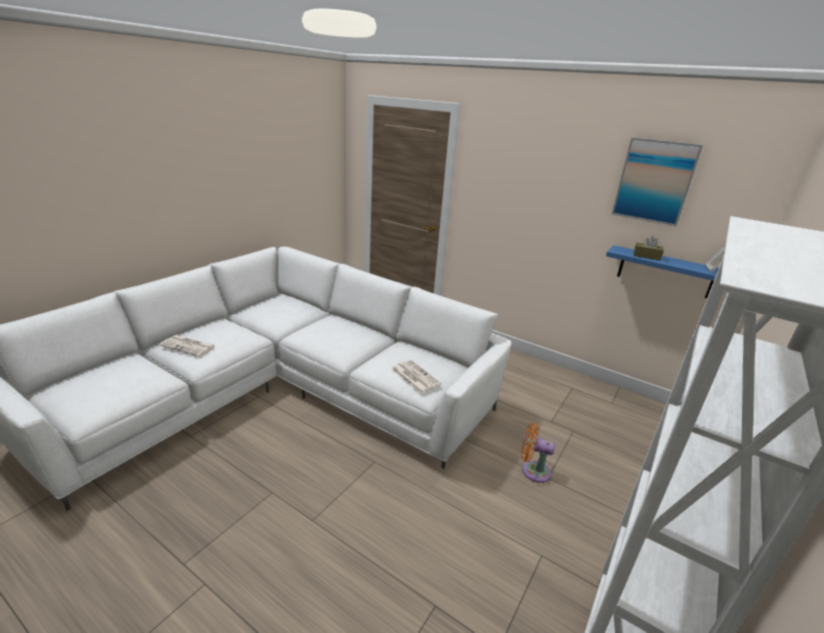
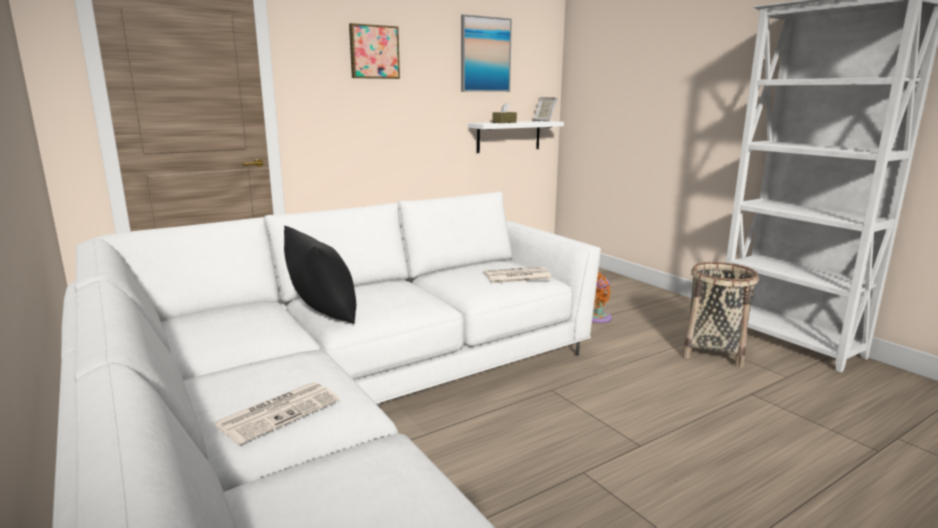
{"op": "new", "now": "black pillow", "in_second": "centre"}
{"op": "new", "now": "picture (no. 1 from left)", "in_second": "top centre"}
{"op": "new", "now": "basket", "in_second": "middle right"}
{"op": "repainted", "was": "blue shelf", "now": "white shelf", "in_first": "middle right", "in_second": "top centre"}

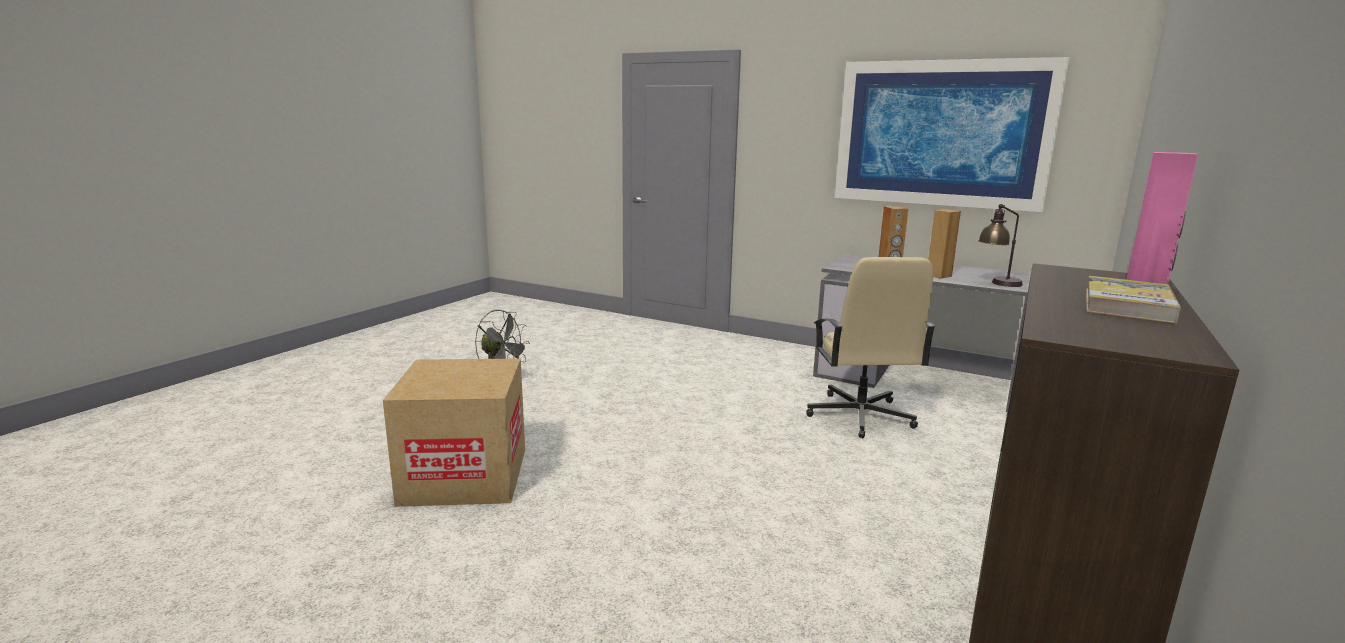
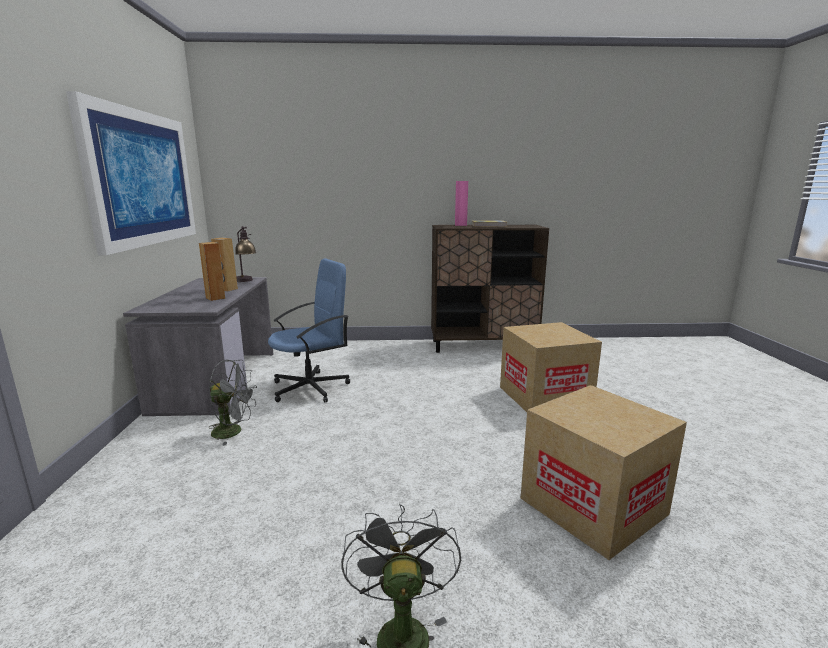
{"op": "new", "now": "grey fan (no. 1 from left)", "in_second": "middle left"}
{"op": "new", "now": "cardboard box (no. 1 from left)", "in_second": "centre"}
{"op": "repainted", "was": "beige office chair", "now": "blue office chair", "in_first": "centre", "in_second": "centre"}

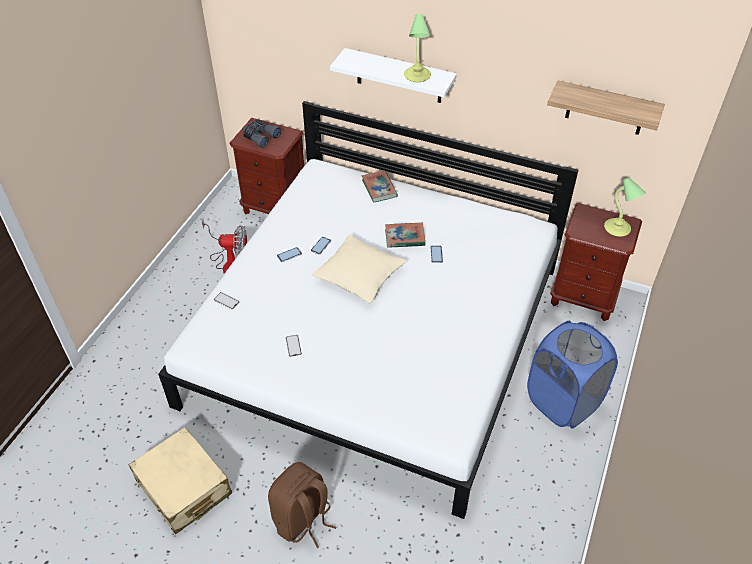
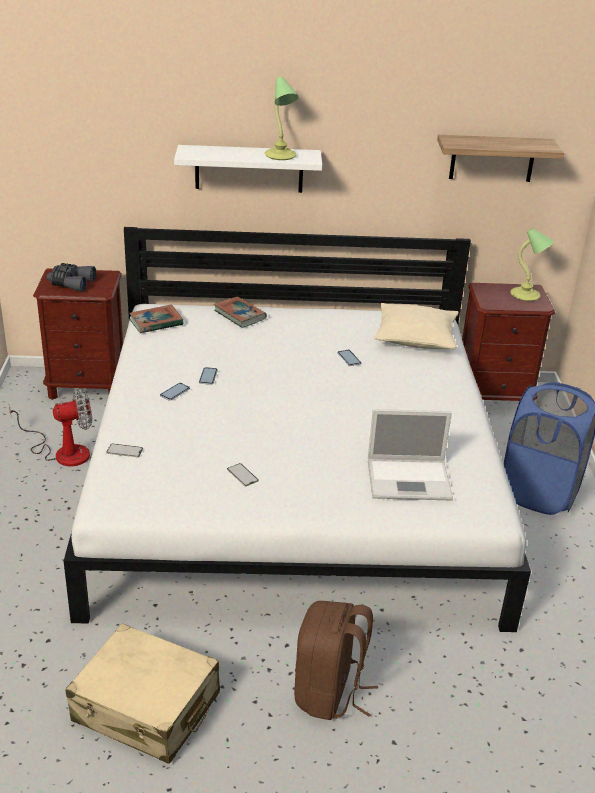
{"op": "new", "now": "laptop", "in_second": "middle right"}
{"op": "shifted", "was": "beige pillow", "in_first": "centre", "in_second": "middle right"}
{"op": "shifted", "was": "book (no. 2 from left in the first image)", "now": "book (no. 1 from left)", "in_first": "centre", "in_second": "middle left"}

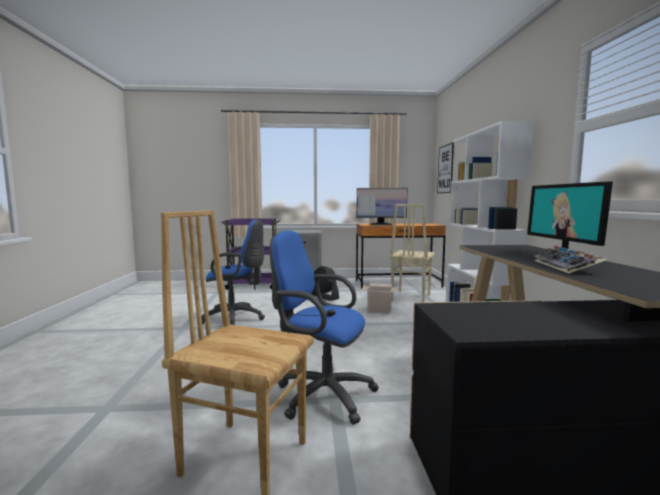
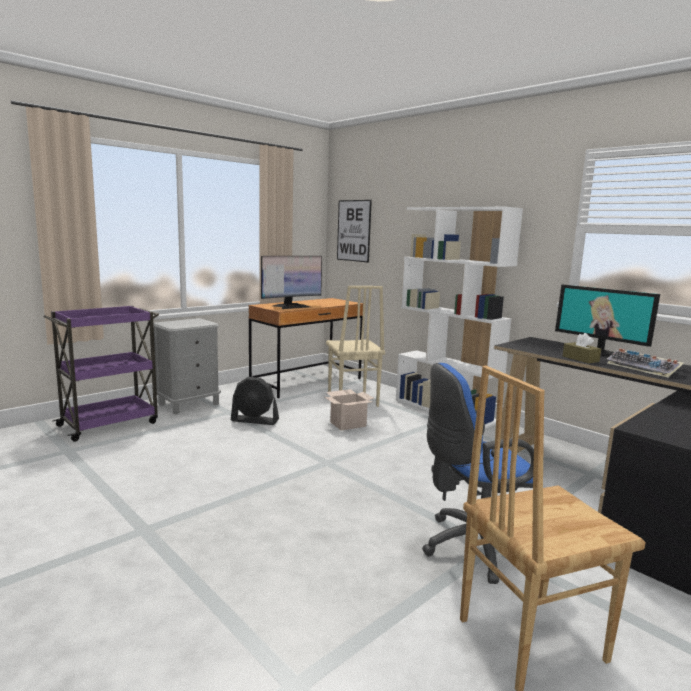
{"op": "gone", "was": "blue office chair (no. 1 from left)", "in_first": "centre"}
{"op": "new", "now": "brown tissue box", "in_second": "middle right"}

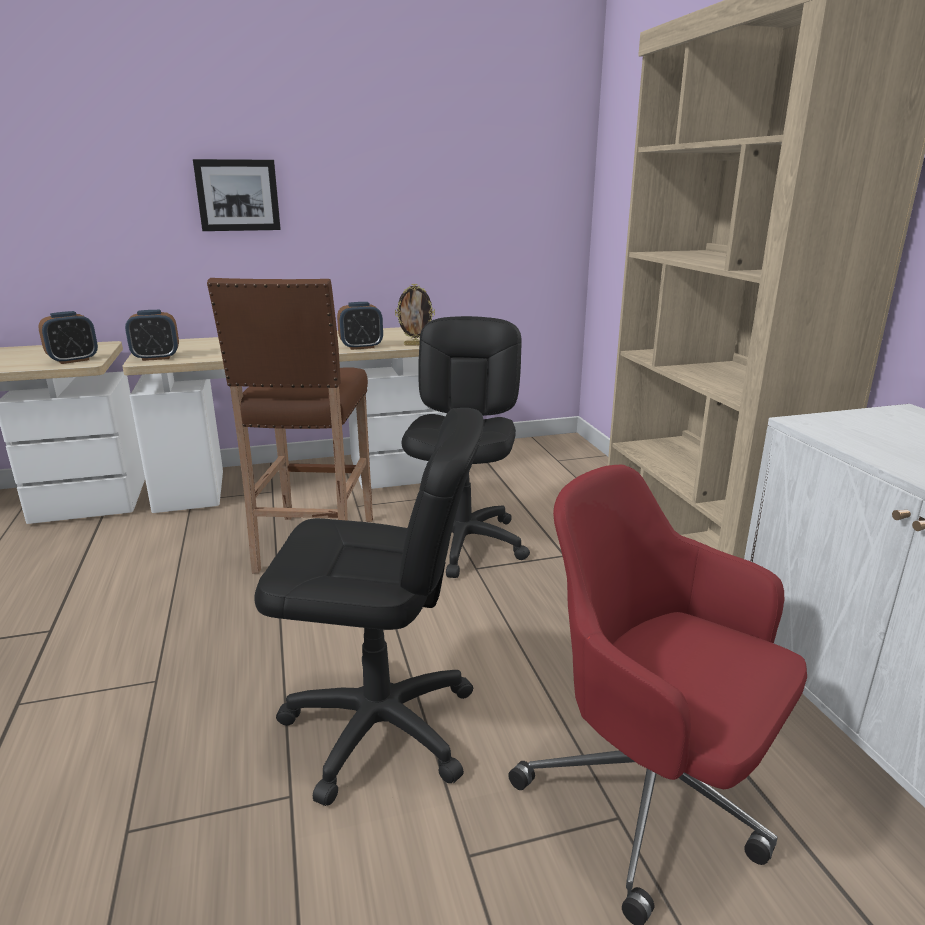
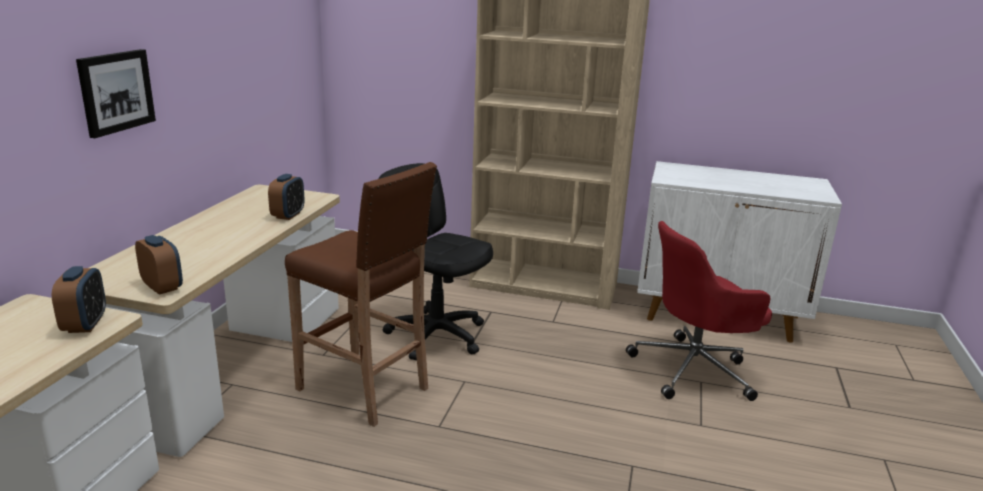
{"op": "gone", "was": "black office chair (no. 1 from left)", "in_first": "centre"}
{"op": "gone", "was": "picture frame", "in_first": "centre"}
{"op": "rotated", "was": "alarm clock (no. 2 from left)", "in_first": "middle left", "in_second": "middle left", "clockwise": -60}

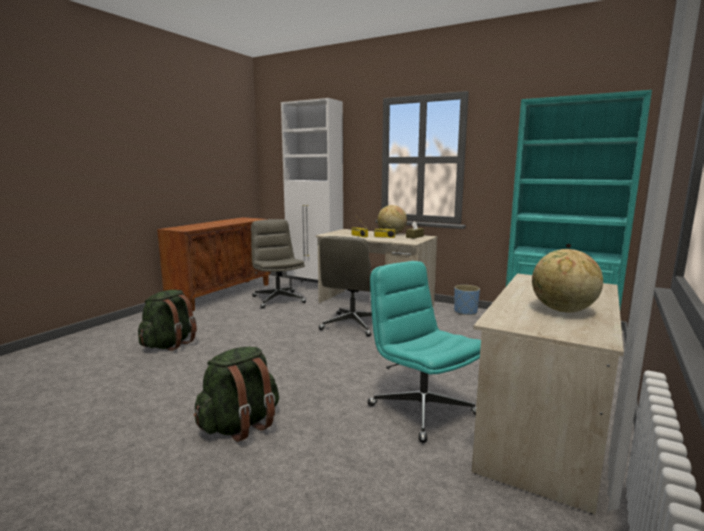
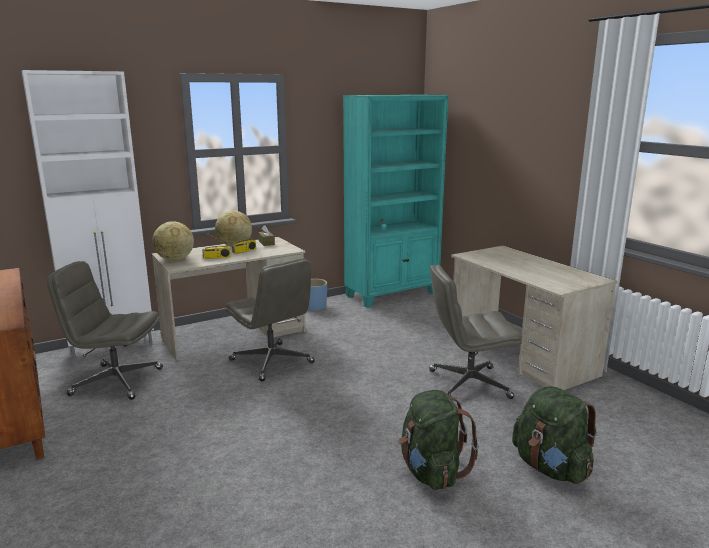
{"op": "shifted", "was": "green backpack (no. 1 from left in the first image)", "now": "green backpack (no. 2 from left)", "in_first": "middle left", "in_second": "bottom right"}
{"op": "shifted", "was": "globe (no. 2 from left in the first image)", "now": "globe (no. 1 from left)", "in_first": "middle right", "in_second": "middle left"}
{"op": "repainted", "was": "turquoise office chair", "now": "grey office chair (no. 3 from left)", "in_first": "centre", "in_second": "middle right"}

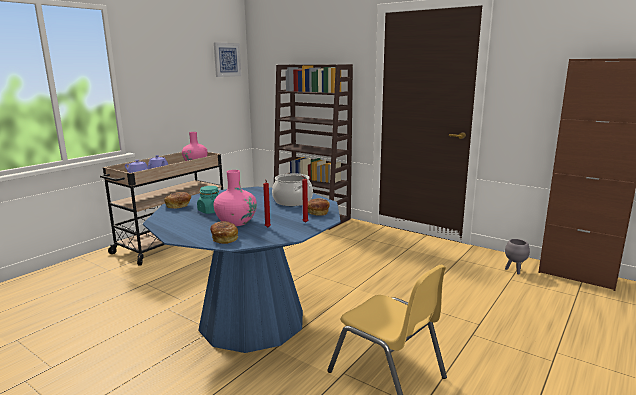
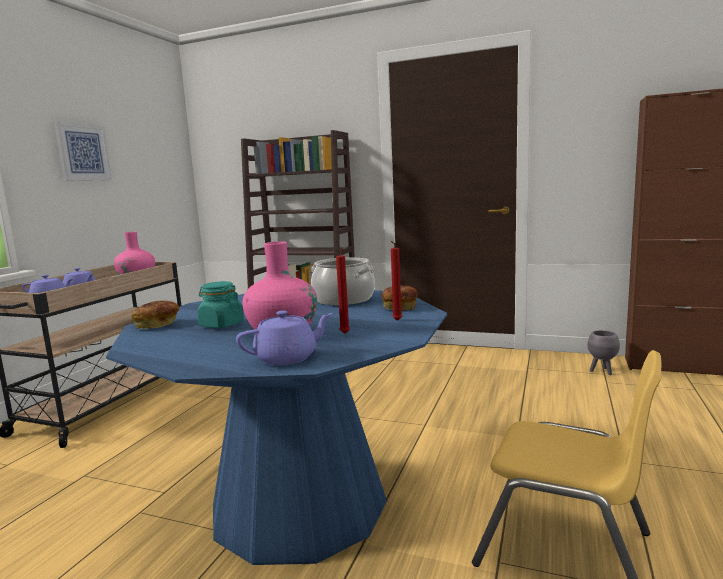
{"op": "shifted", "was": "picture", "in_first": "top centre", "in_second": "top left"}
{"op": "swapped", "was": "bread (no. 2 from left)", "now": "purple teapot (no. 3 from left)", "in_first": "centre", "in_second": "centre"}

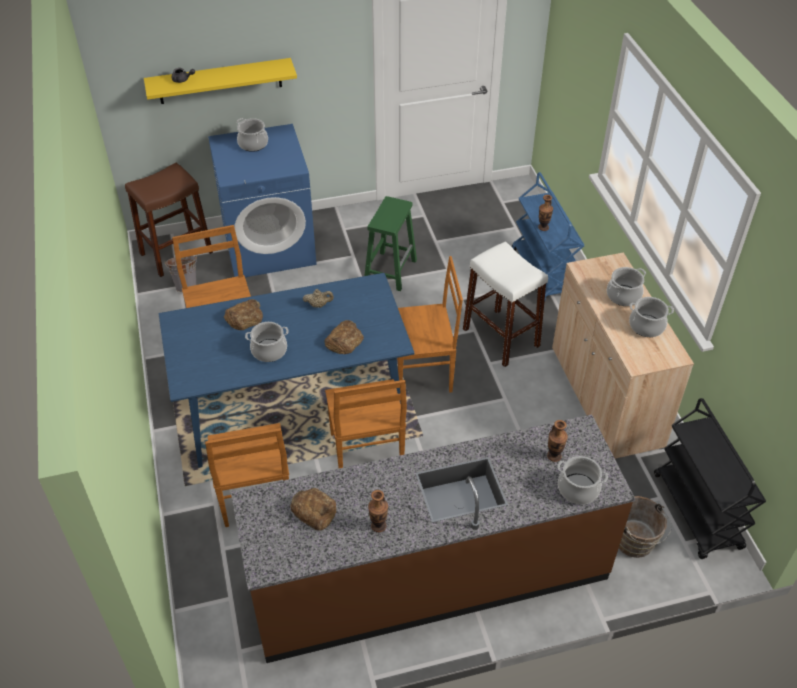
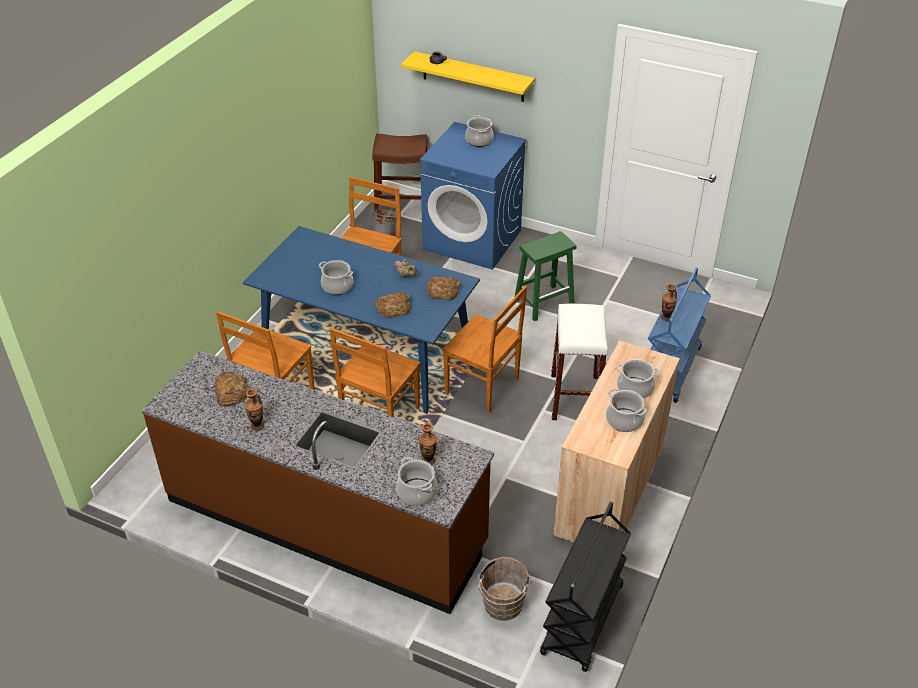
{"op": "shifted", "was": "bread (no. 1 from left in the first image)", "now": "bread (no. 3 from left)", "in_first": "middle left", "in_second": "centre"}

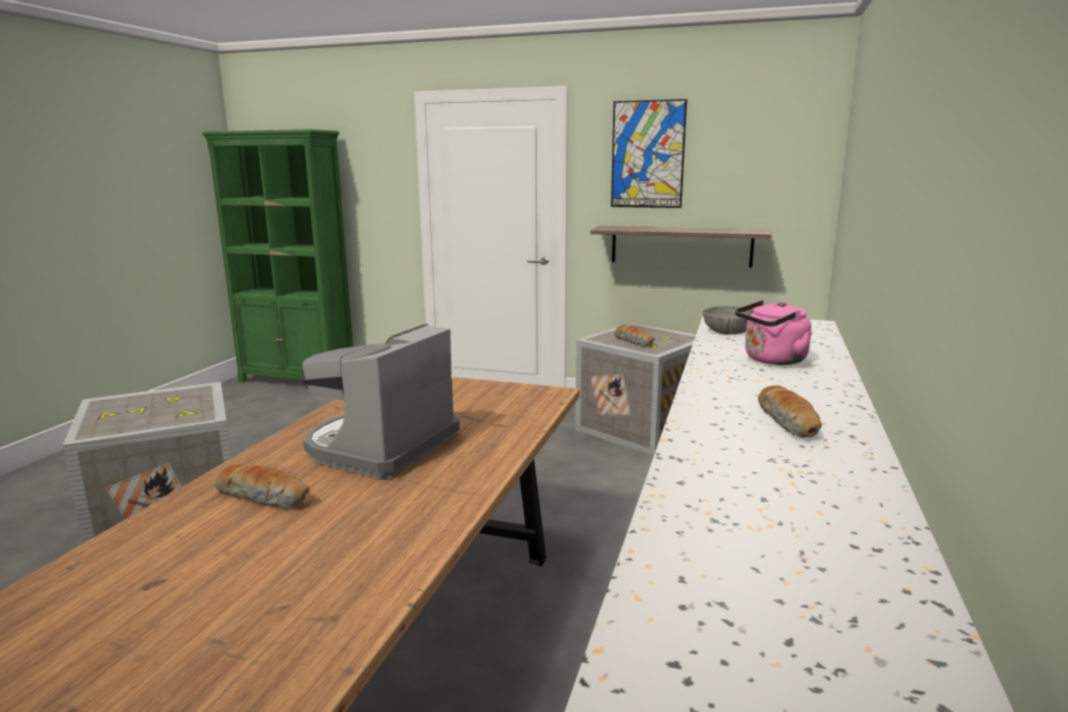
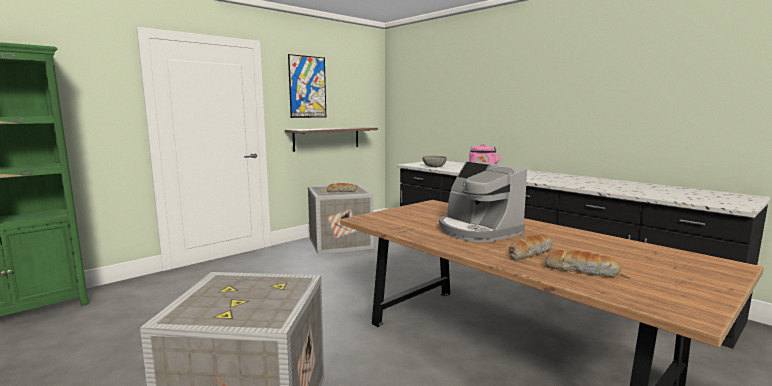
{"op": "shifted", "was": "bread (no. 3 from left)", "in_first": "middle right", "in_second": "bottom right"}

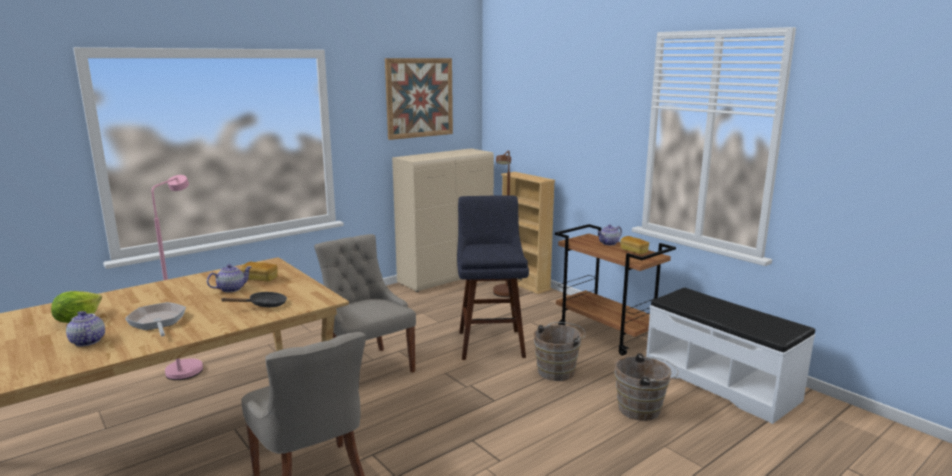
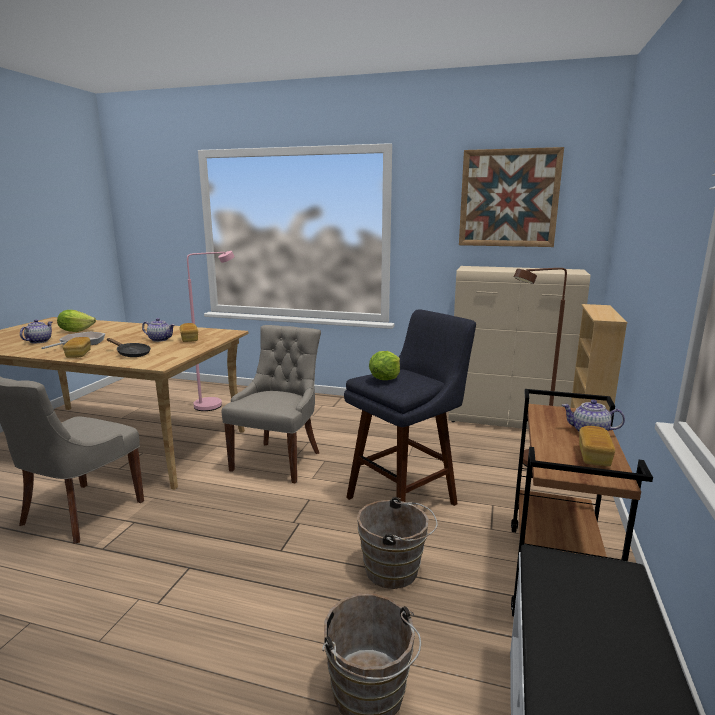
{"op": "new", "now": "bread (no. 1 from left)", "in_second": "middle left"}
{"op": "new", "now": "lettuce (no. 2 from left)", "in_second": "centre"}

